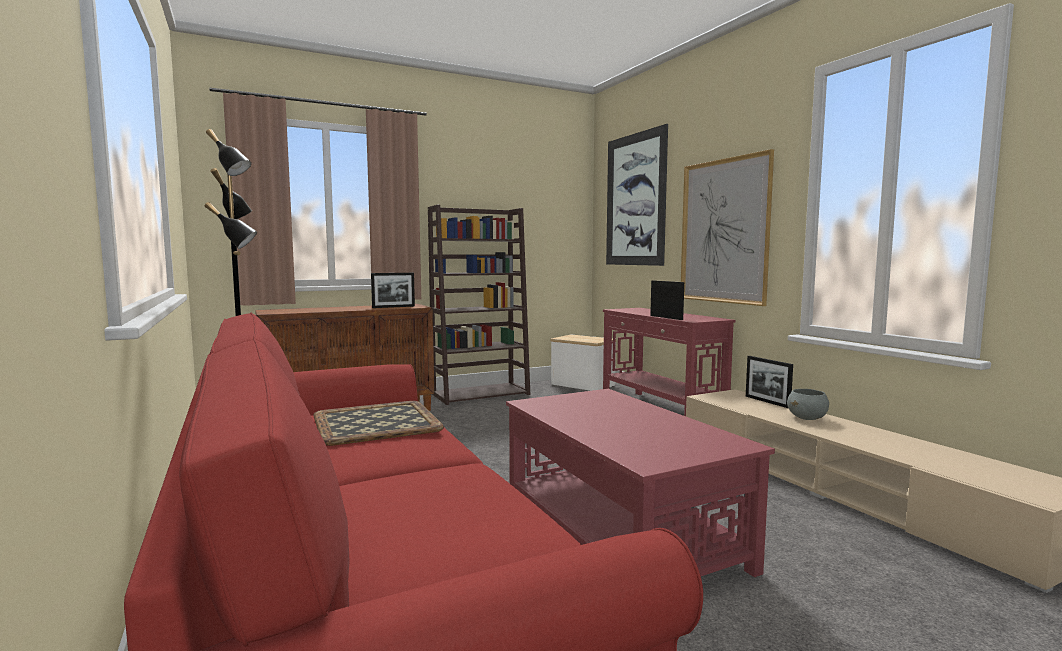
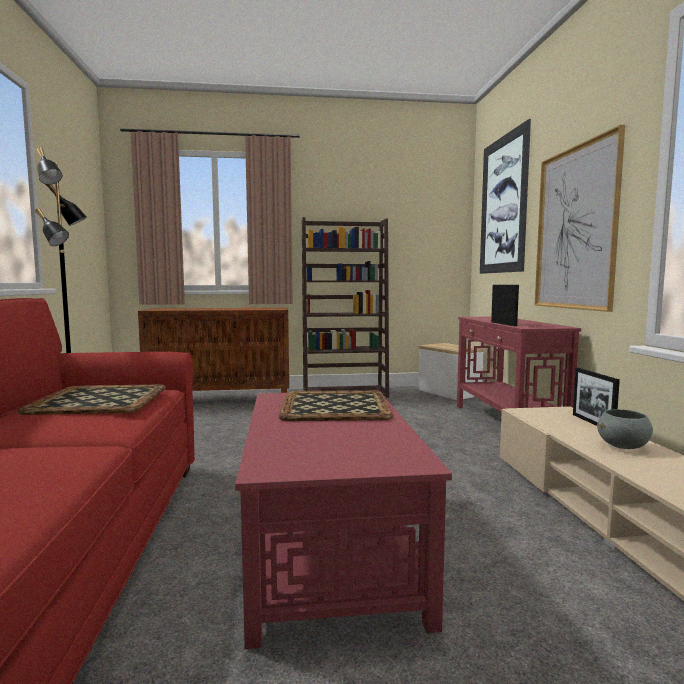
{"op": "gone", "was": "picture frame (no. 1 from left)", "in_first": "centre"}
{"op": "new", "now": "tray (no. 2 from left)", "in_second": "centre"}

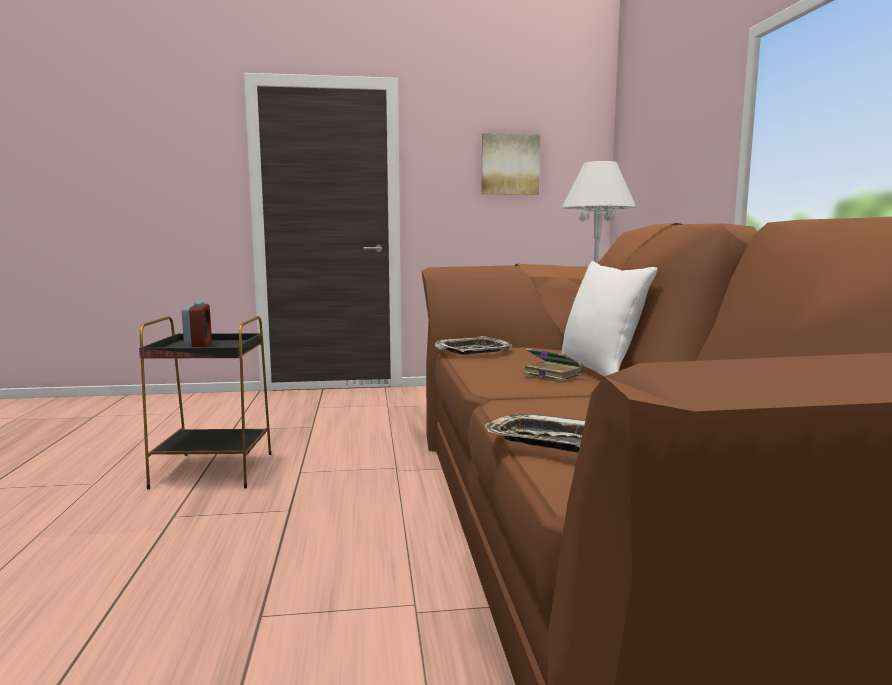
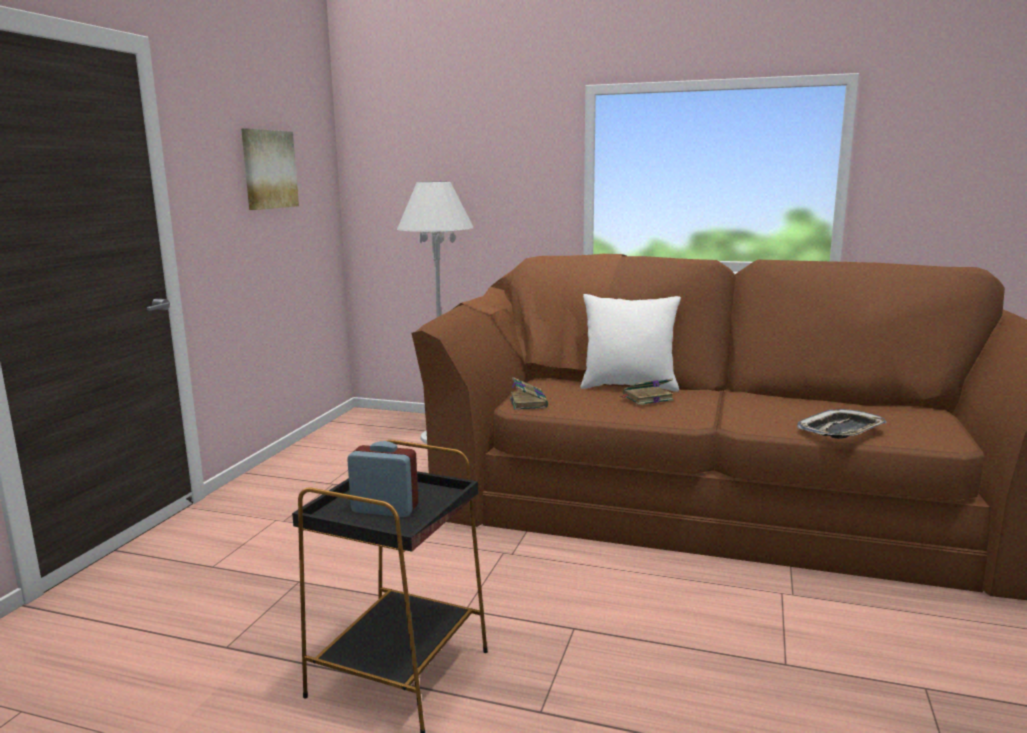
{"op": "swapped", "was": "tray (no. 1 from left)", "now": "book (no. 1 from left)", "in_first": "centre", "in_second": "centre"}

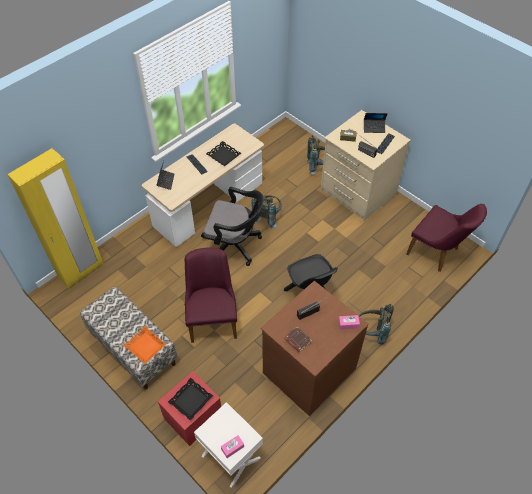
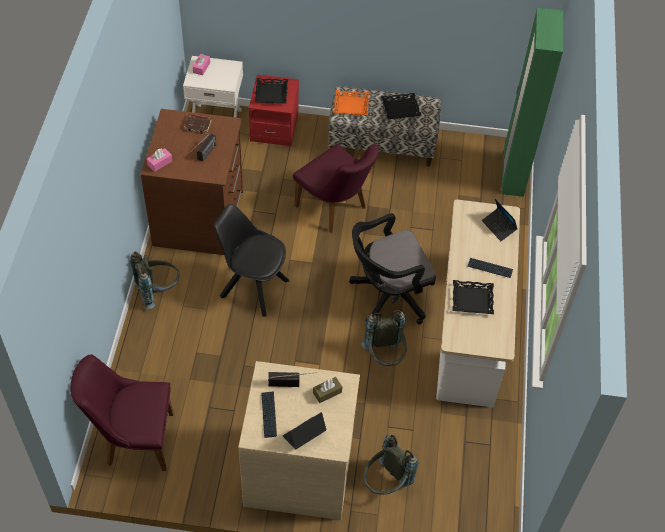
{"op": "new", "now": "black tray (no. 2 from left)", "in_second": "top centre"}
{"op": "repainted", "was": "yellow wardrobe", "now": "green wardrobe", "in_first": "middle left", "in_second": "top right"}

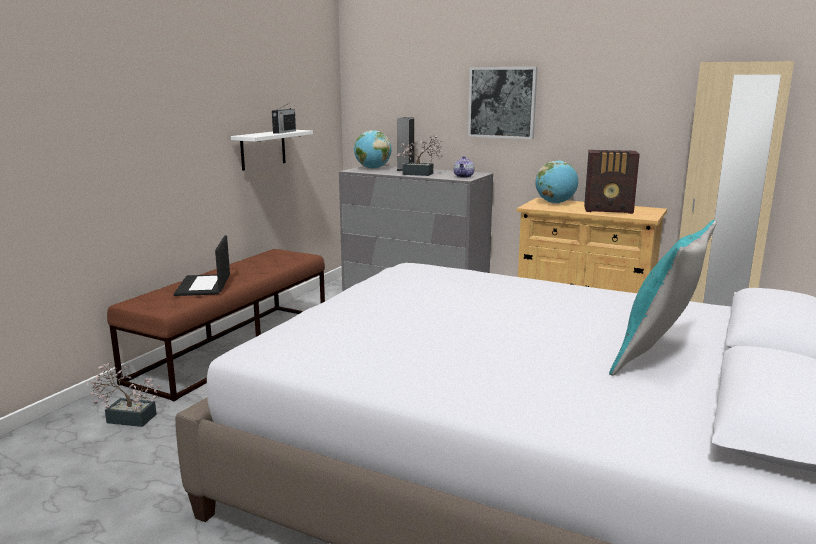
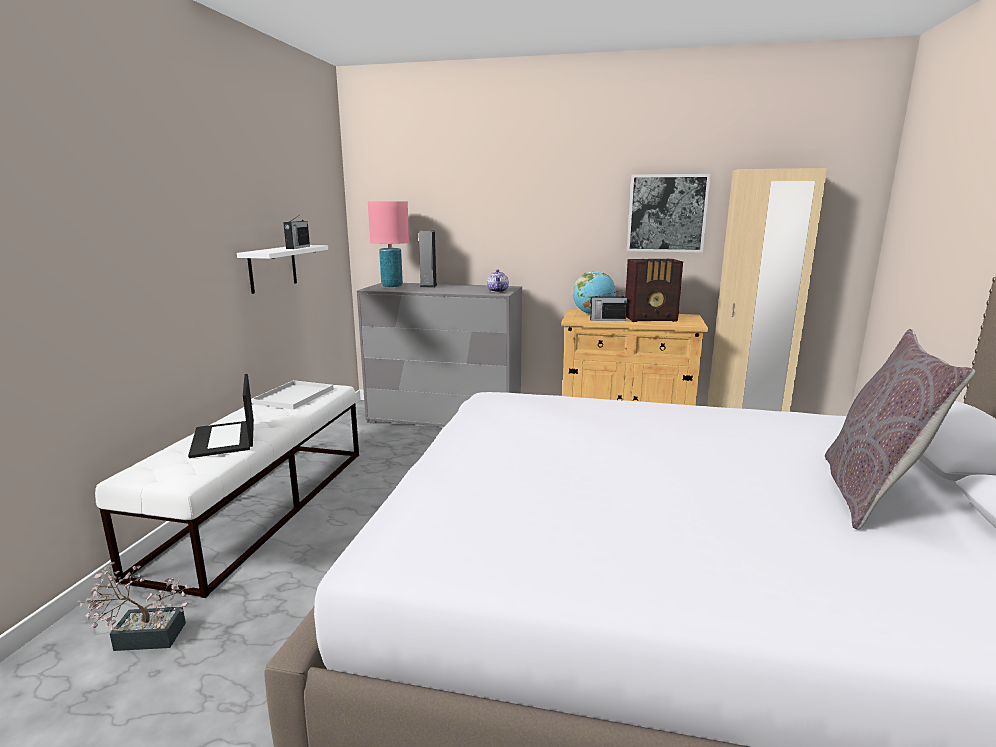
{"op": "gone", "was": "potted plant (no. 2 from left)", "in_first": "top centre"}
{"op": "new", "now": "white tray", "in_second": "middle left"}
{"op": "new", "now": "radio (no. 2 from left)", "in_second": "centre"}
{"op": "shifted", "was": "picture", "in_first": "top centre", "in_second": "top right"}
{"op": "swapped", "was": "globe (no. 1 from left)", "now": "pink table lamp", "in_first": "top centre", "in_second": "top centre"}
{"op": "repainted", "was": "brown bench", "now": "white bench", "in_first": "middle left", "in_second": "middle left"}
{"op": "repainted", "was": "turquoise pillow", "now": "grey pillow", "in_first": "middle right", "in_second": "middle right"}

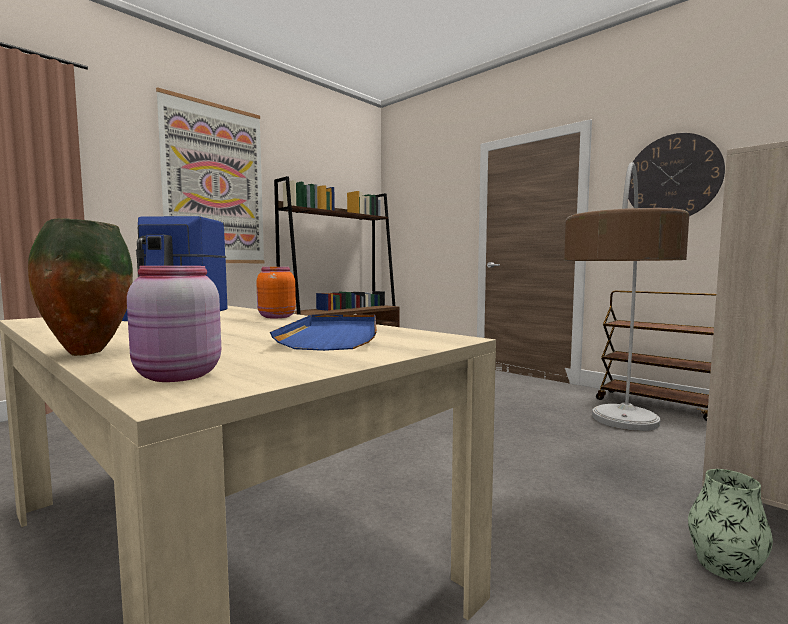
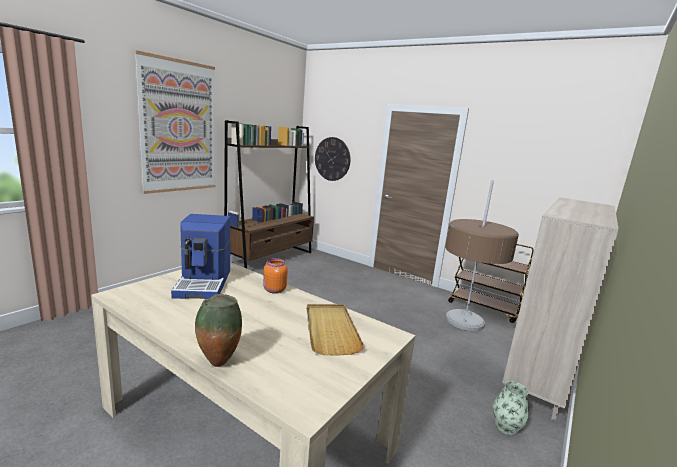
{"op": "gone", "was": "pink jar", "in_first": "middle left"}
{"op": "shifted", "was": "wall clock", "in_first": "top right", "in_second": "centre"}
{"op": "repainted", "was": "blue tray", "now": "beige tray", "in_first": "centre", "in_second": "bottom centre"}

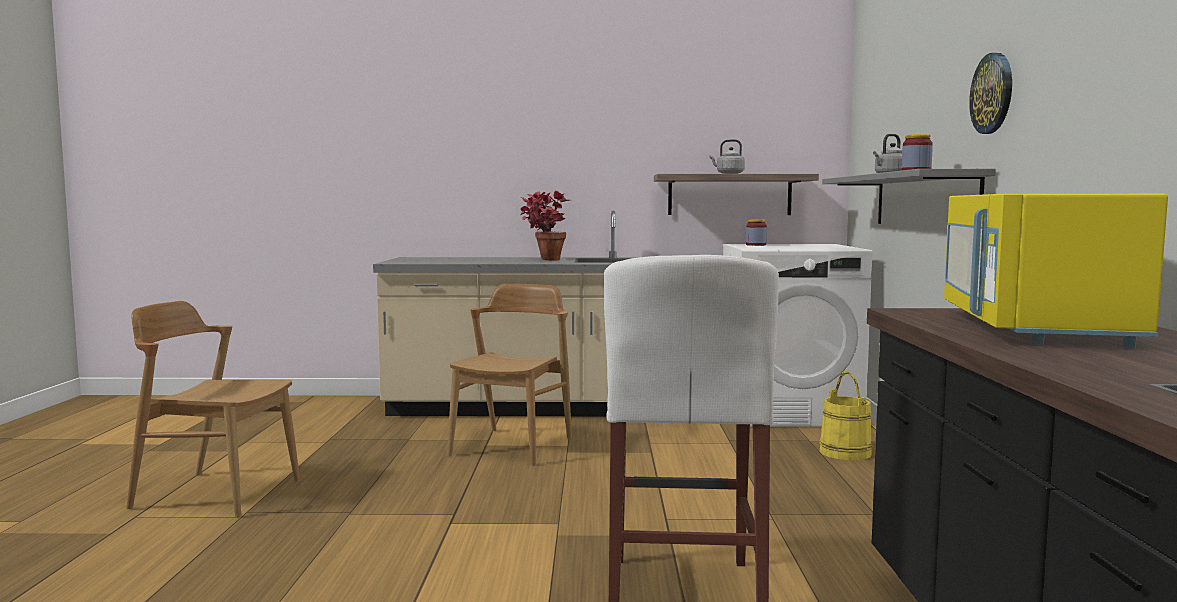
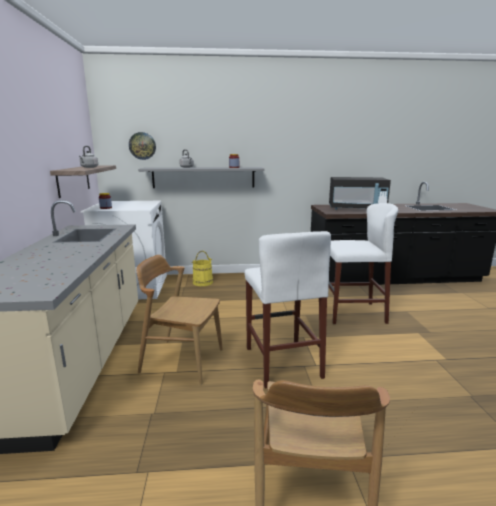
{"op": "gone", "was": "potted plant", "in_first": "centre"}
{"op": "new", "now": "white stool (no. 1 from left)", "in_second": "centre"}
{"op": "shifted", "was": "wall clock", "in_first": "top right", "in_second": "top left"}
{"op": "repainted", "was": "yellow microwave", "now": "black microwave", "in_first": "middle right", "in_second": "middle right"}

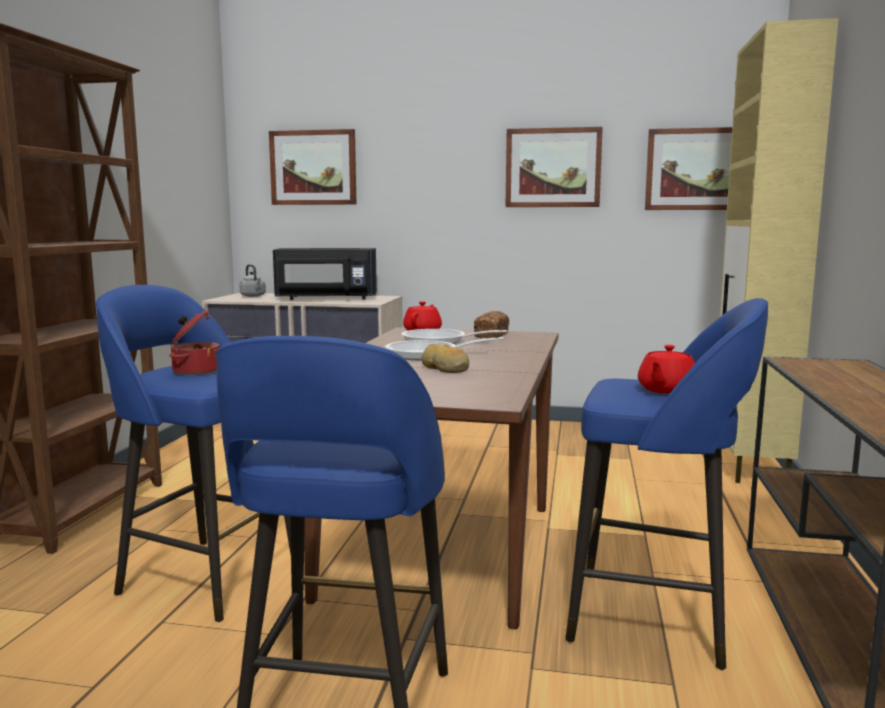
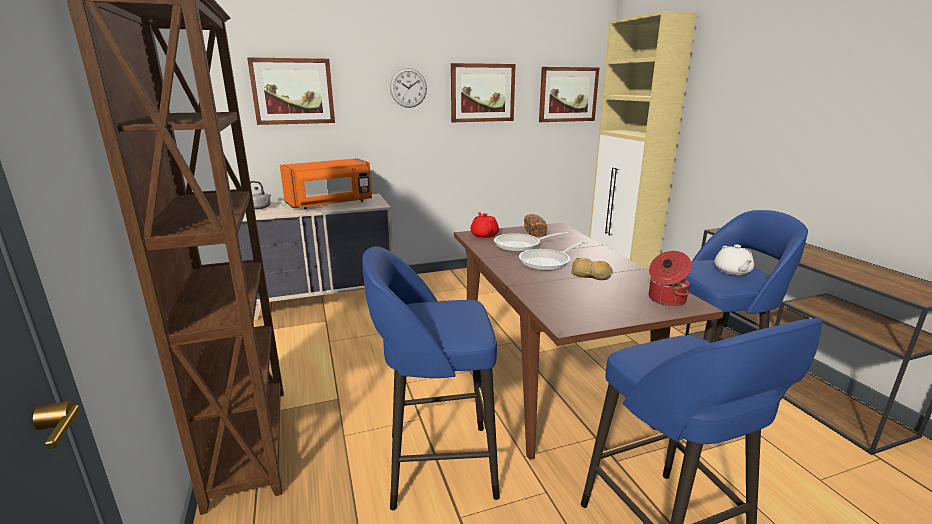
{"op": "new", "now": "wall clock", "in_second": "top centre"}
{"op": "shifted", "was": "cooking pot", "in_first": "middle left", "in_second": "middle right"}
{"op": "repainted", "was": "black microwave", "now": "orange microwave", "in_first": "centre", "in_second": "centre"}
{"op": "repainted", "was": "red teapot (no. 2 from left)", "now": "white teapot", "in_first": "middle right", "in_second": "middle right"}

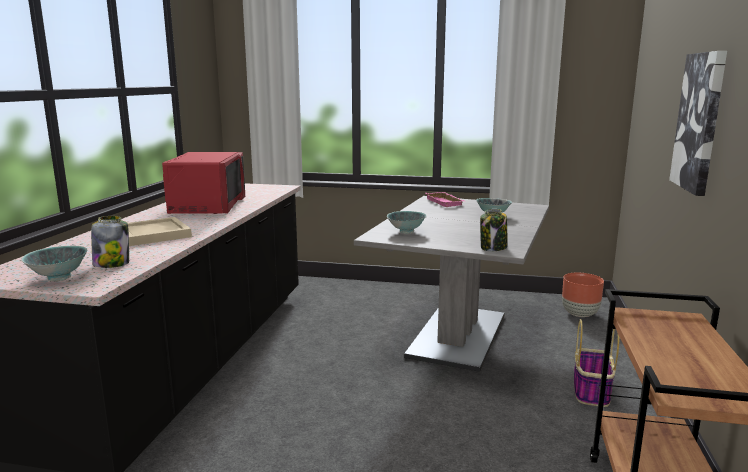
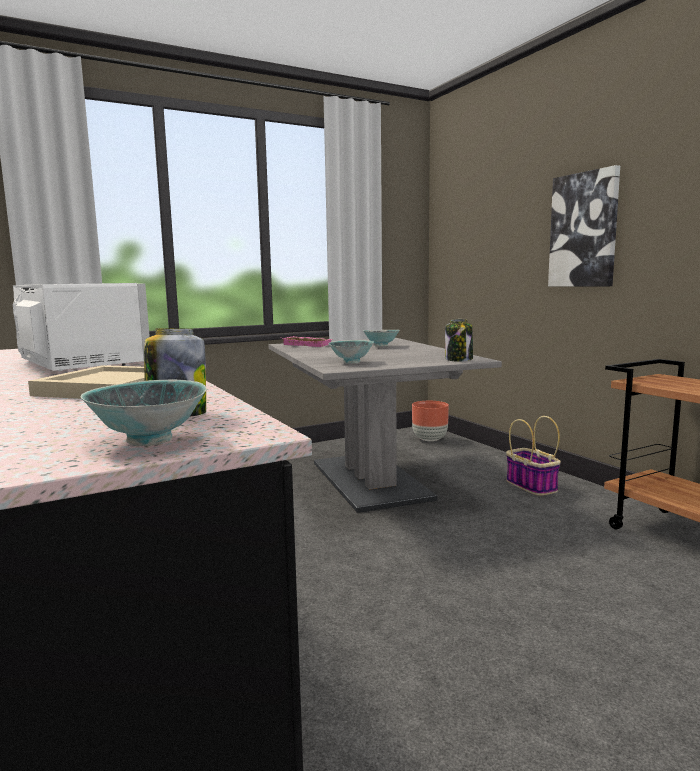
{"op": "repainted", "was": "red microwave", "now": "white microwave", "in_first": "middle left", "in_second": "middle left"}

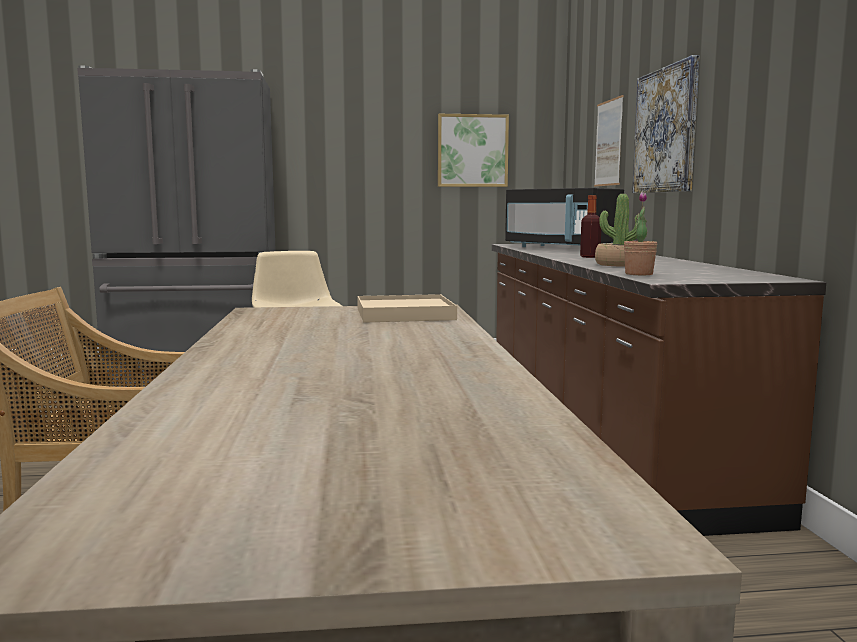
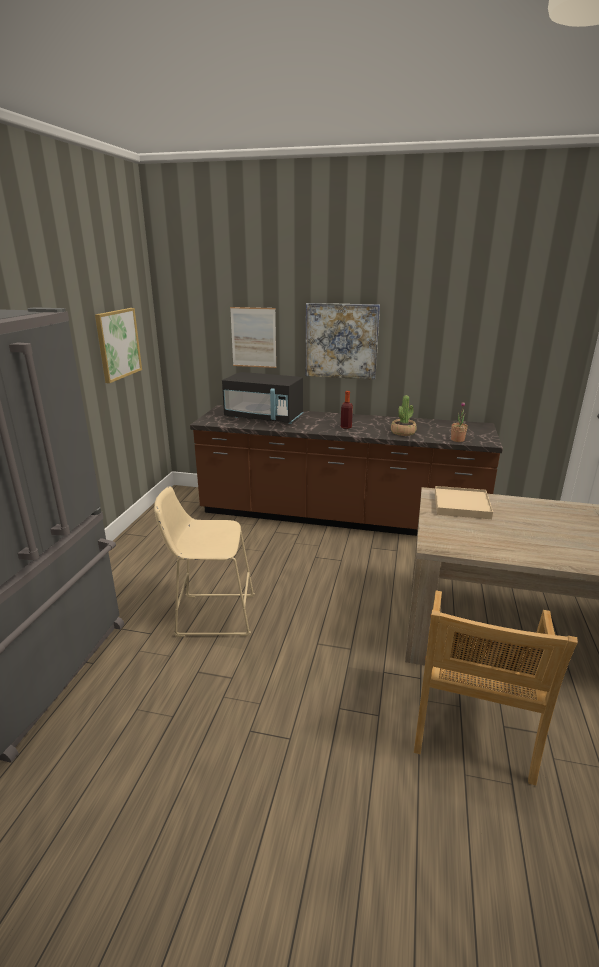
{"op": "rotated", "was": "black microwave", "in_first": "centre", "in_second": "centre", "clockwise": 45}

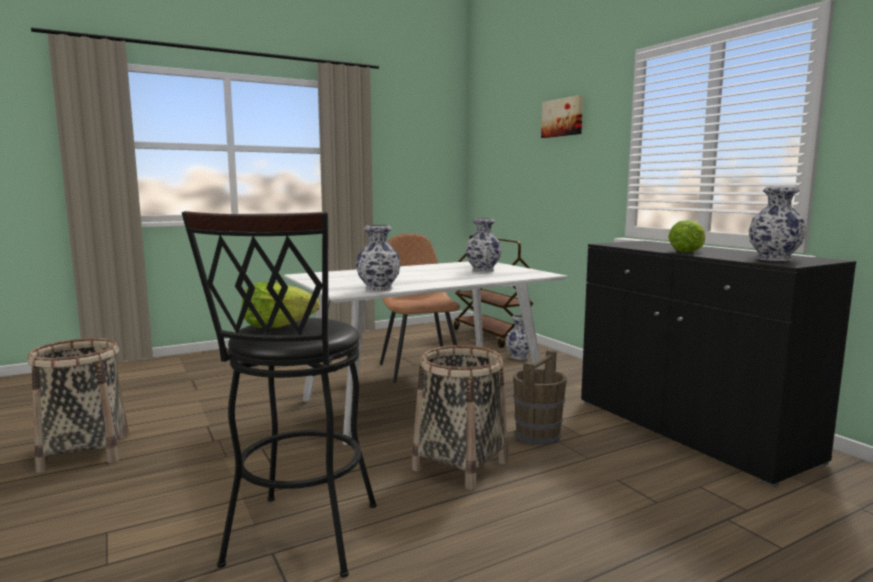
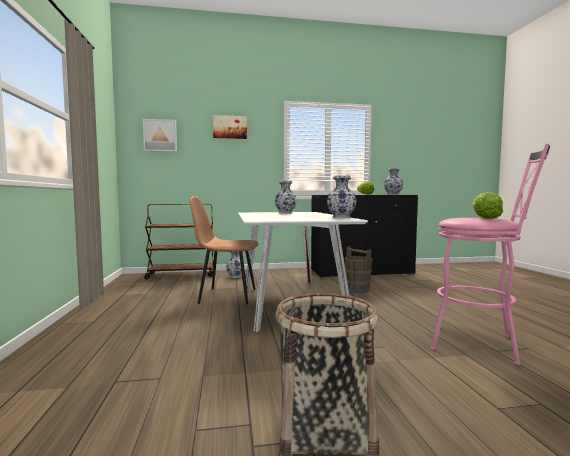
{"op": "gone", "was": "basket (no. 2 from left)", "in_first": "bottom centre"}
{"op": "new", "now": "picture (no. 1 from left)", "in_second": "top left"}
{"op": "repainted", "was": "black stool", "now": "pink stool", "in_first": "bottom left", "in_second": "middle right"}

